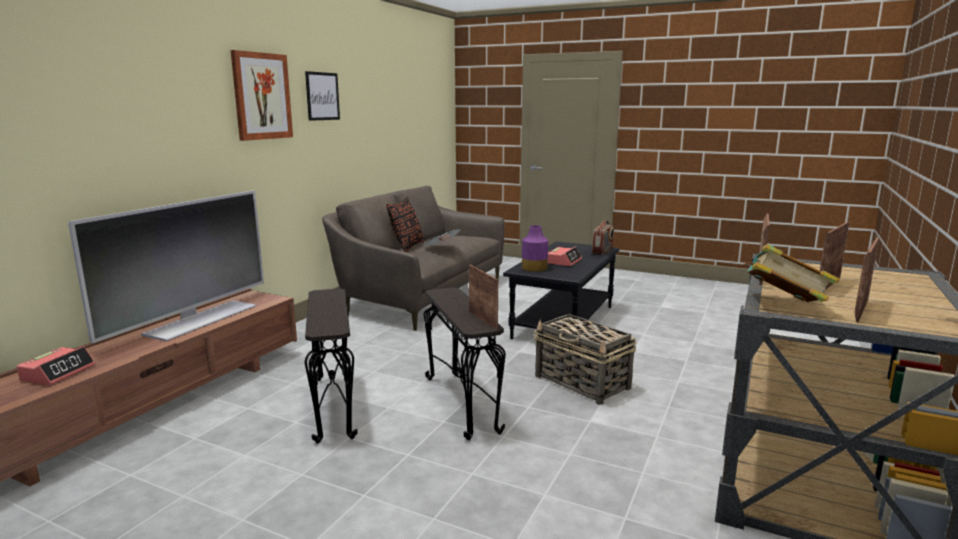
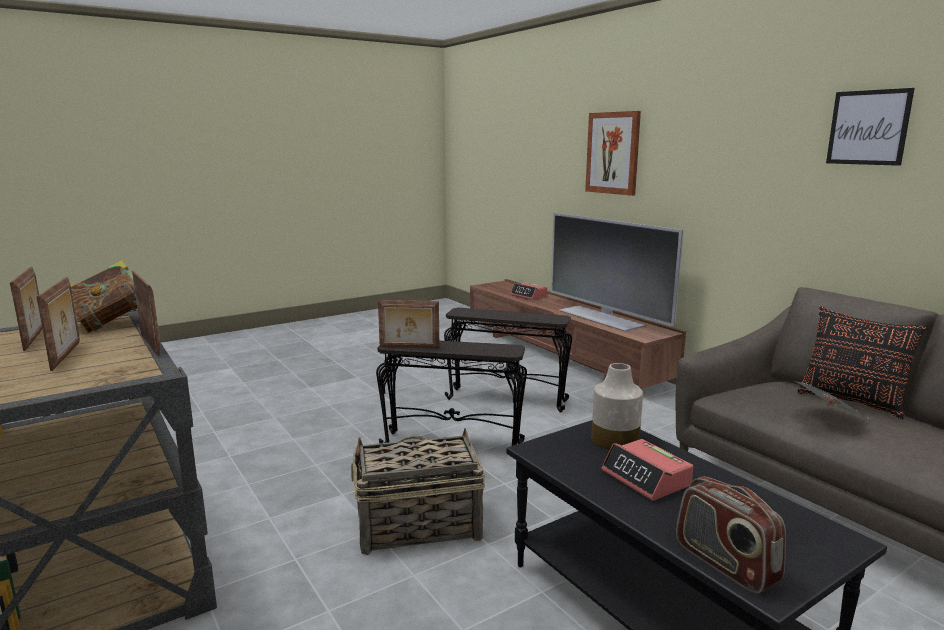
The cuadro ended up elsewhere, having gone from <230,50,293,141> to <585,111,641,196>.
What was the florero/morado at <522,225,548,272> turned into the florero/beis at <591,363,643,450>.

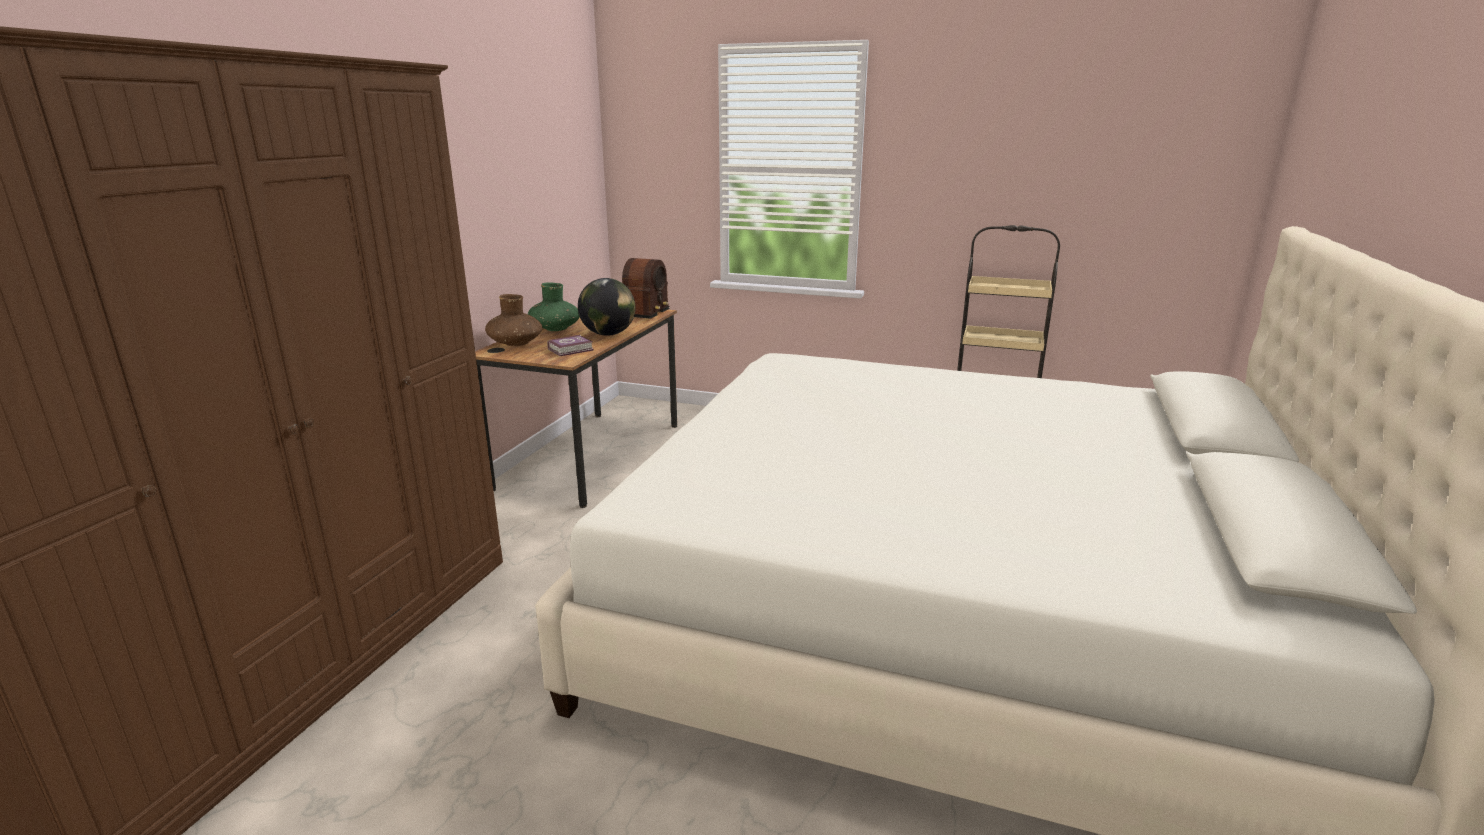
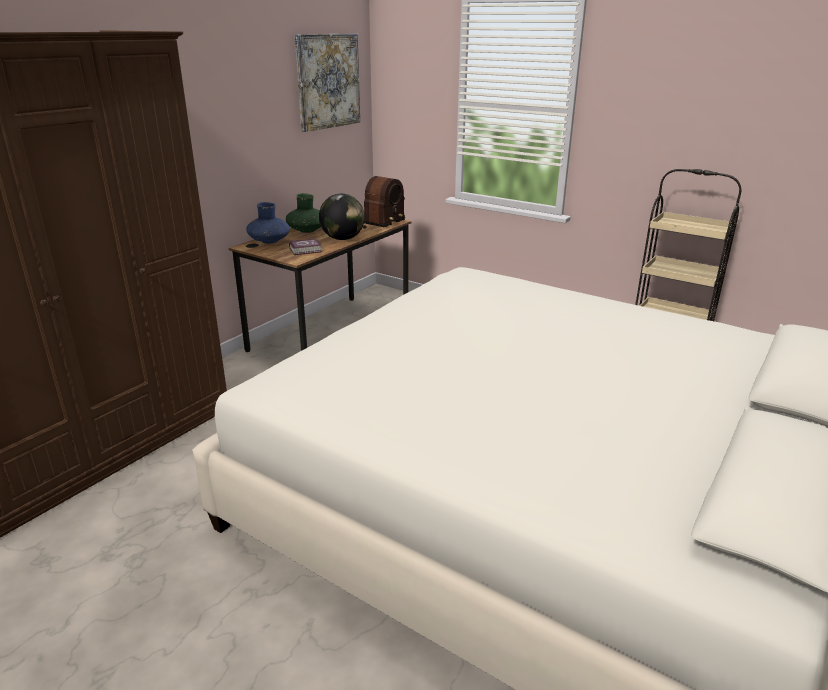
What was the florero/marrón at <485,294,543,346> turned into the florero/azul at <246,202,290,244>.
The second view gained the cuadro at <295,34,360,132>.

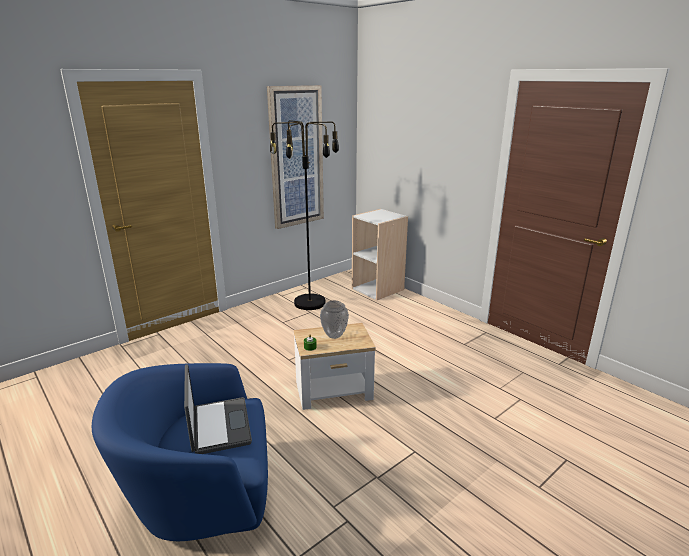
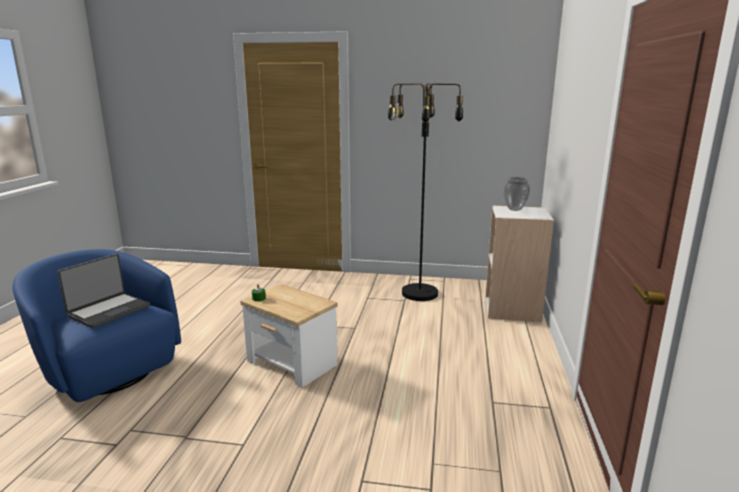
The second view lost the cuadro at <267,85,324,229>.
The florero ended up elsewhere, having gone from <320,301,349,339> to <503,177,530,211>.

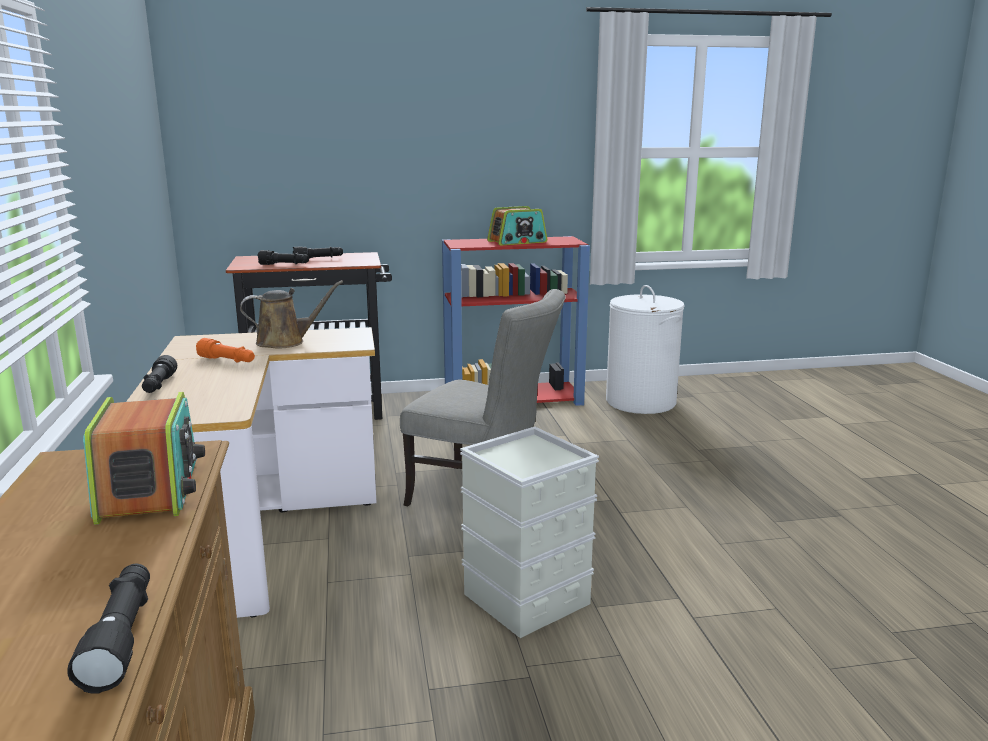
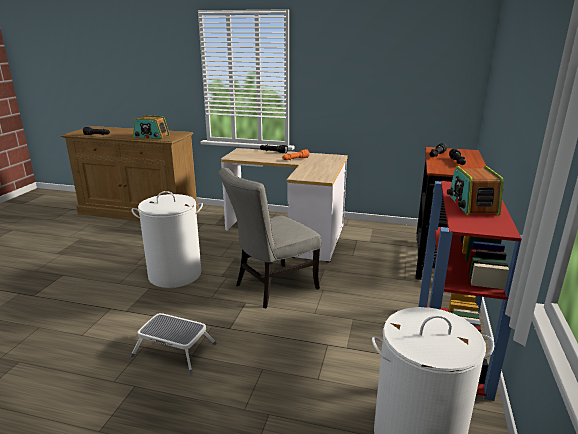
The second view lost the regadera/marrón at <240,280,343,348>.
Where the caja de almacenaje/gris stood at <460,427,599,638>, the cesto de la ropa/blanco came to stand at <131,191,203,288>.
The second view gained the escalera de tijera/gris at <130,313,217,375>.

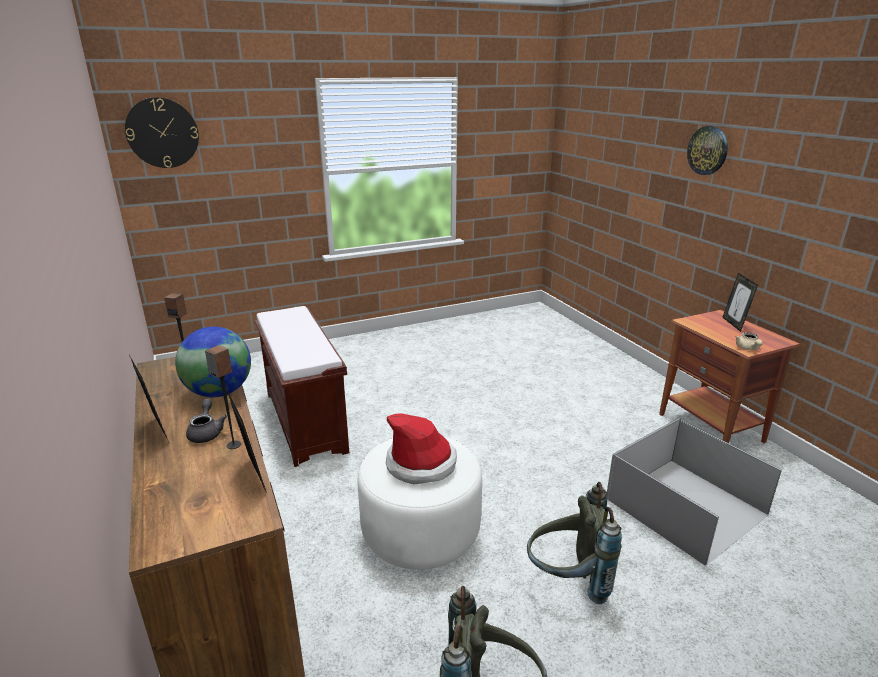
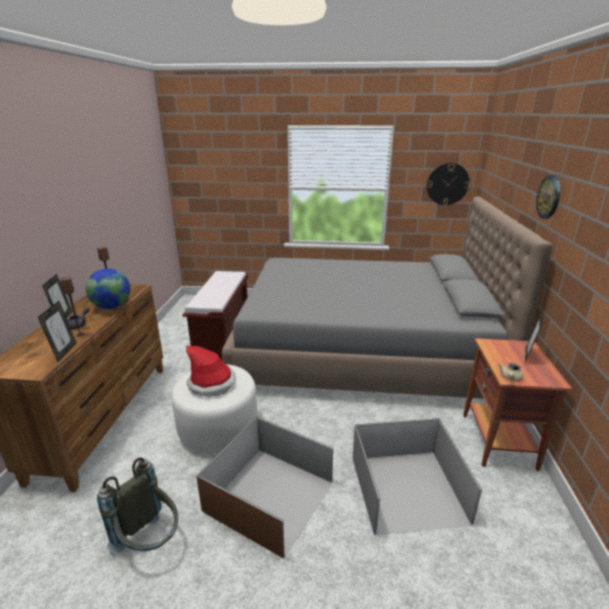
The reloj de pared ended up elsewhere, having gone from <125,97,199,168> to <427,163,469,205>.
Where the mochila/gris stood at <527,482,622,604>, the caja de almacenaje/marrón came to stand at <196,416,333,558>.
The second view gained the cama/gris at <222,196,552,399>.

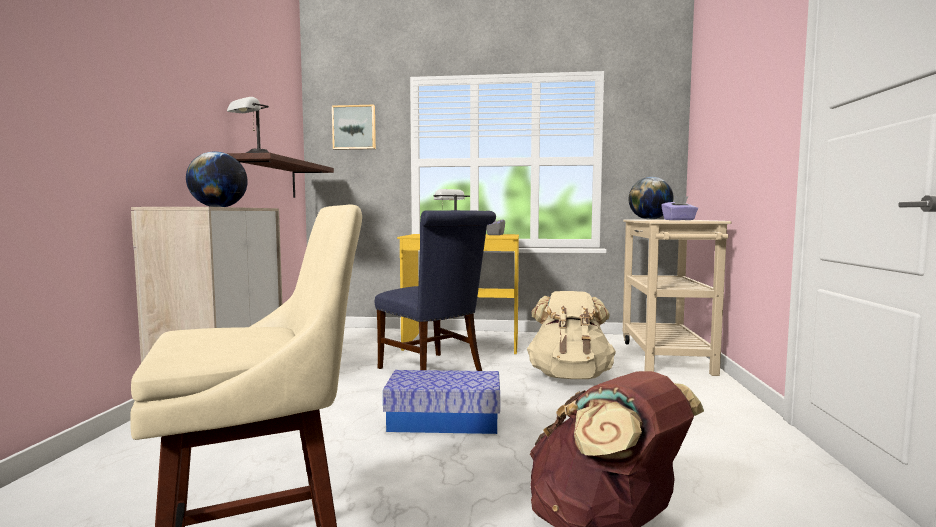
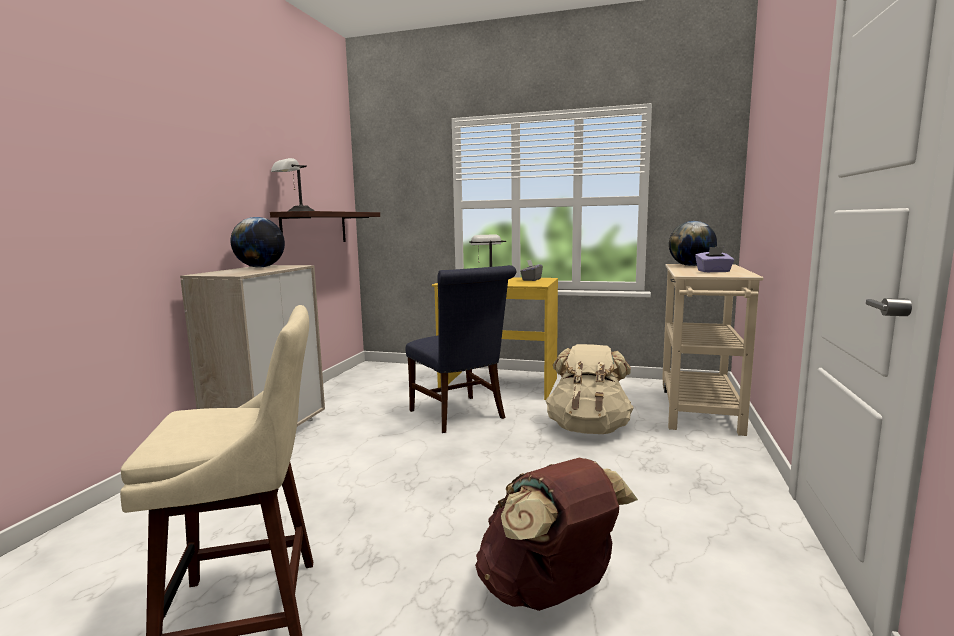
The second view lost the cuadro at <332,105,376,150>.
The second view lost the caja de almacenaje at <383,370,500,434>.

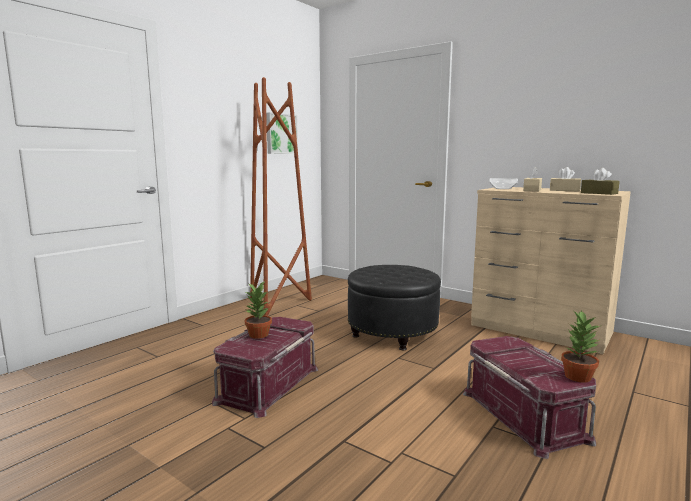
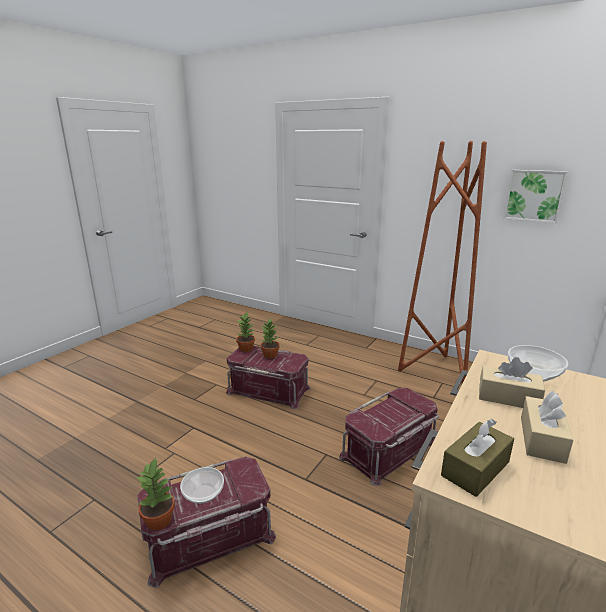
Where the puf/negro stood at <348,265,441,350>, the caja de almacenaje/rojo came to stand at <339,388,439,486>.
The second view gained the cuenco at <180,467,224,504>.
The second view gained the planta en maceta at <236,312,255,352>.

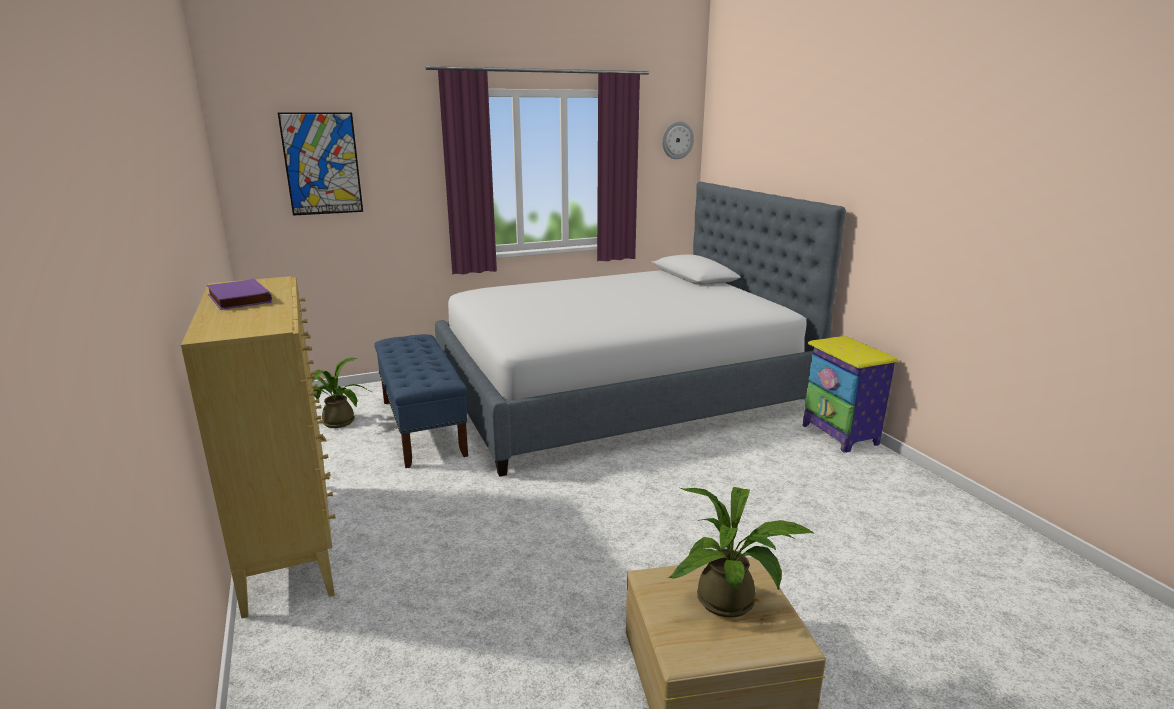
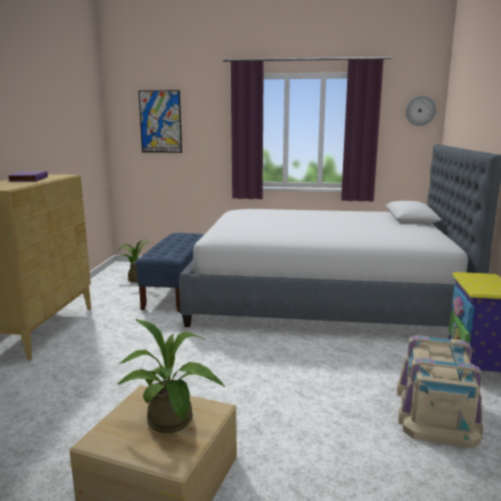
The second view gained the caja de almacenaje/beis at <397,335,483,448>.

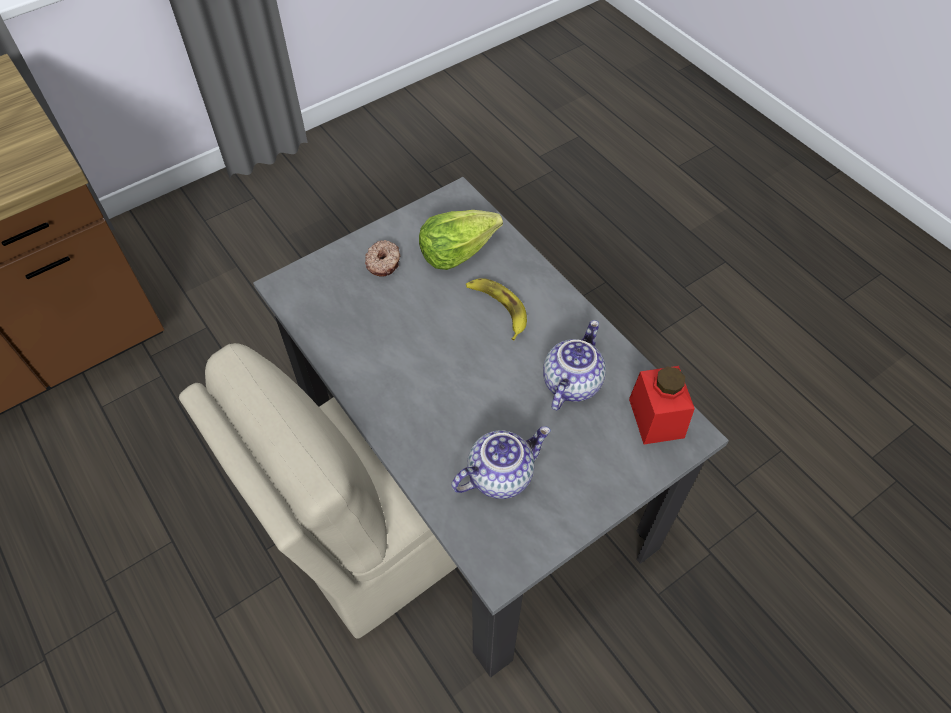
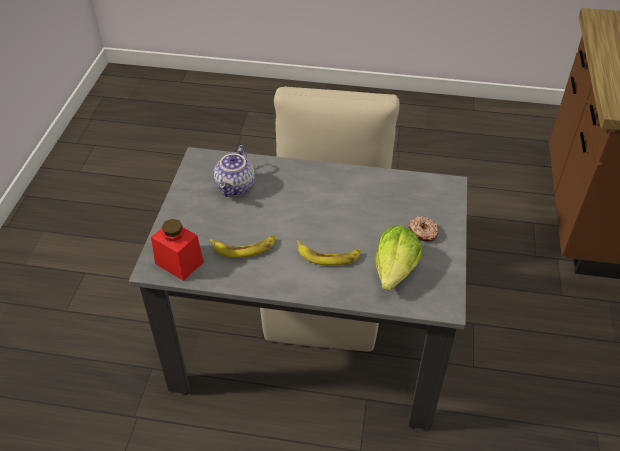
Where the tetera stood at <543,320,606,411>, the plátano came to stand at <210,235,275,258>.

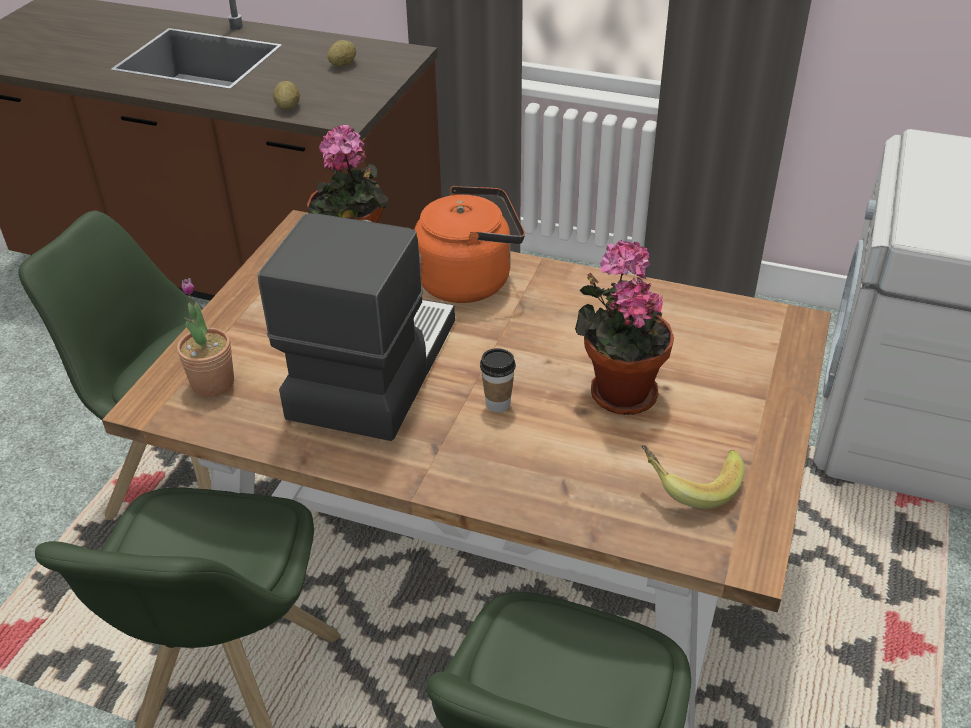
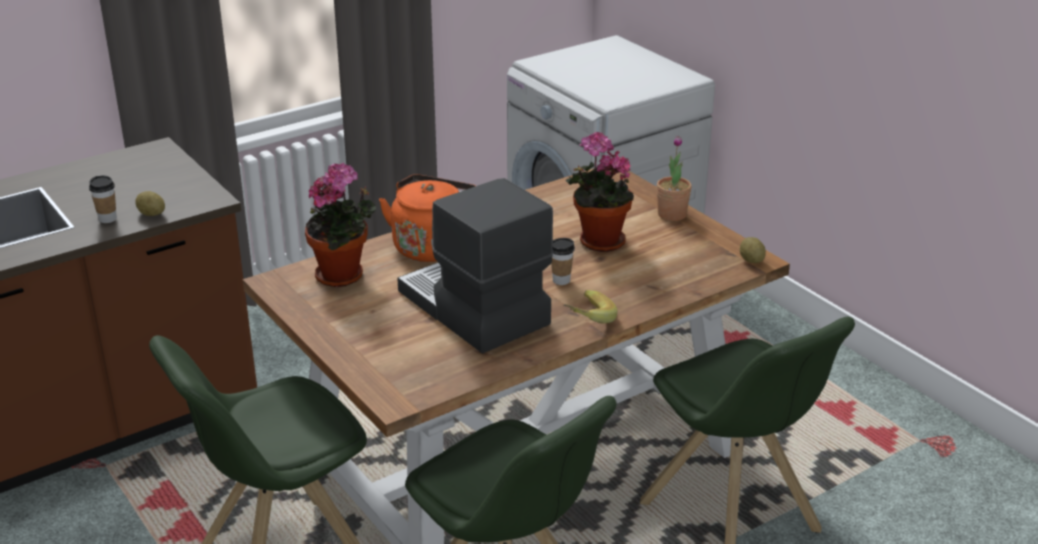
The planta en maceta ended up elsewhere, having gone from <177,278,234,397> to <657,136,692,221>.
The patata ended up elsewhere, having gone from <327,40,356,66> to <740,237,766,263>.
The plátano ended up elsewhere, having gone from <641,445,745,509> to <564,290,617,324>.
The second view gained the taza at <89,175,117,223>.

